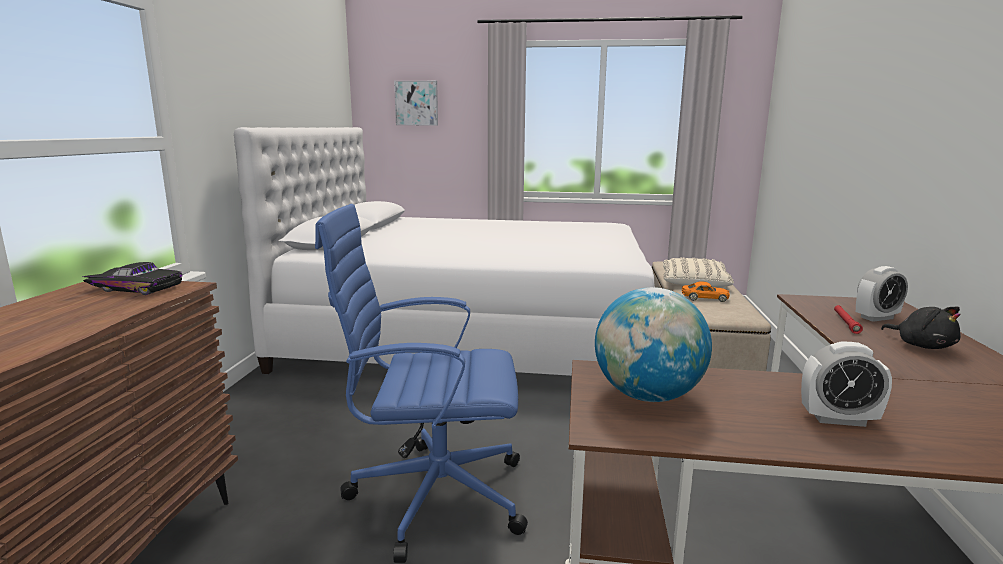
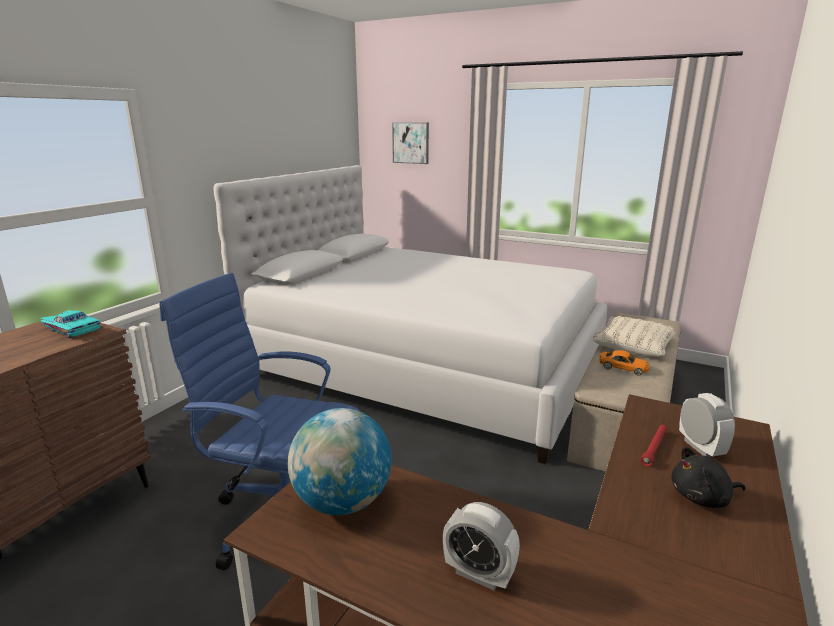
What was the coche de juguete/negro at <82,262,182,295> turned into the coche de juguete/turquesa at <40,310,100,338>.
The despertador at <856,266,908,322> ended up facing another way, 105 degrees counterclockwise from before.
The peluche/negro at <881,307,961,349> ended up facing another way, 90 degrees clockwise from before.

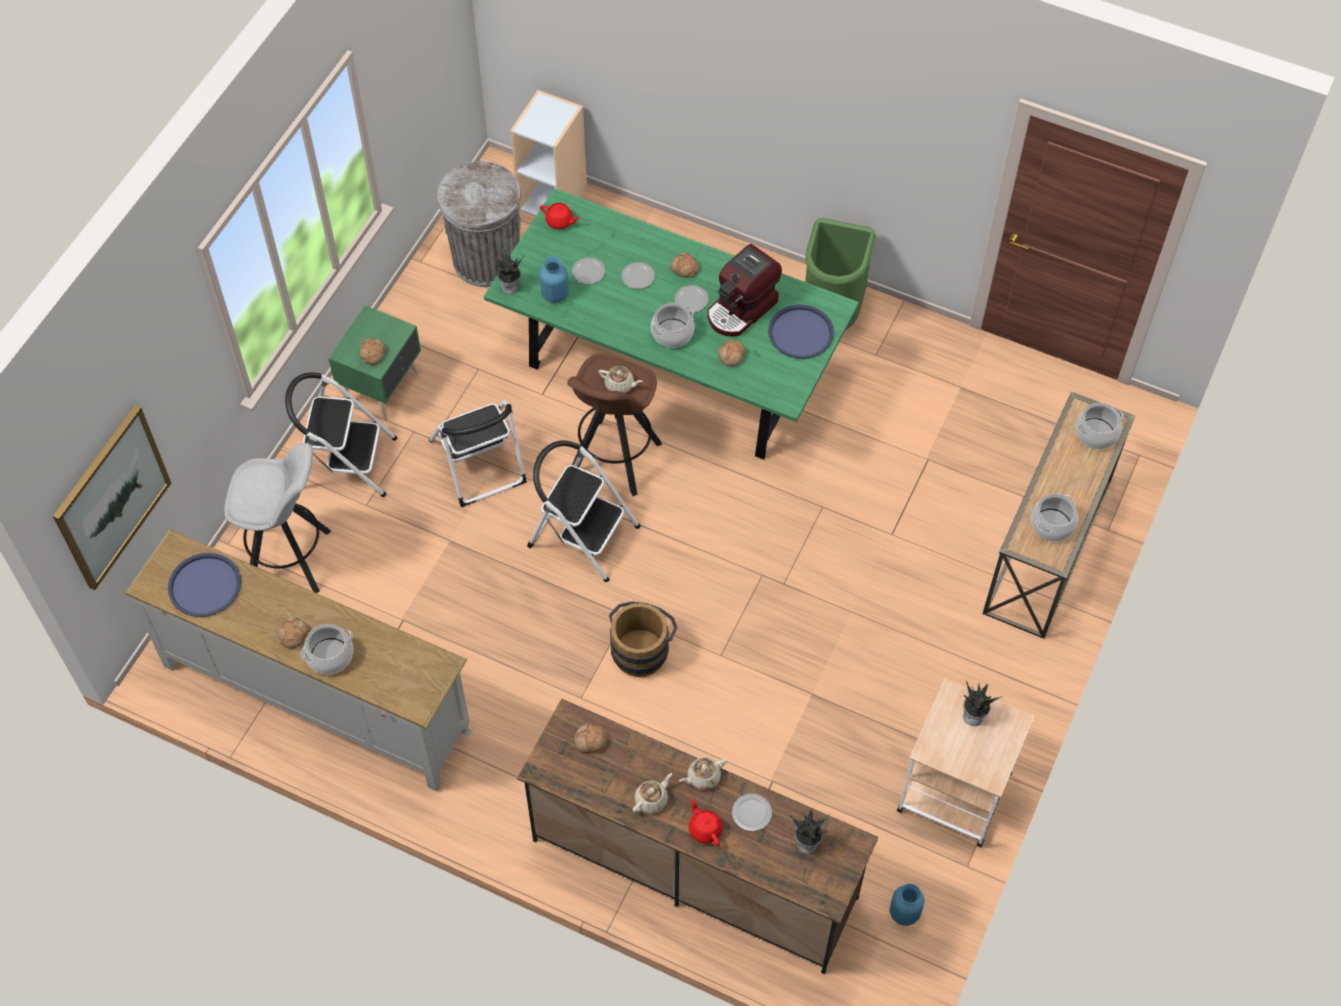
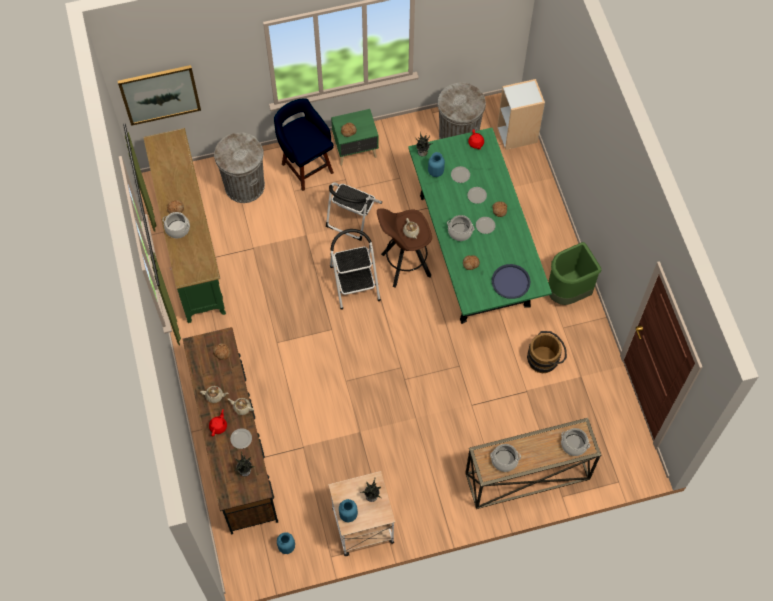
What was the armario/gris at <125,529,472,791> turned into the armario/verde at <143,128,226,323>.
The second view lost the bandeja/azul at <168,553,241,617>.
Where the taburete/gris stood at <224,443,331,593>, the papelera/gris came to stand at <214,133,265,203>.
Where the escalera de tijera stood at <285,372,397,497>, the taburete/azul came to stand at <274,99,334,191>.
The cubo/marrón ended up elsewhere, having gone from <609,602,677,677> to <527,331,567,373>.
The second view lost the cafetera at <708,244,782,337>.
The second view gained the florero/azul at <339,499,358,522>.

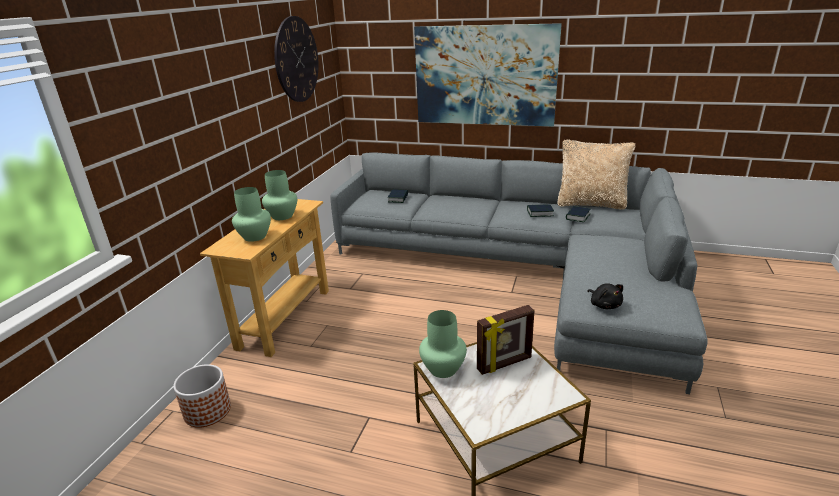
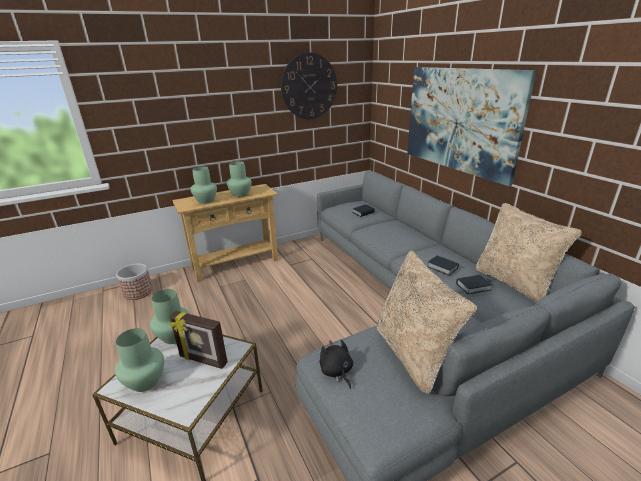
The peluche/negro at <587,283,623,309> ended up facing another way, 135 degrees clockwise from before.
The second view gained the florero/verde at <115,328,164,392>.
The second view gained the cojín/beis at <377,251,477,394>.

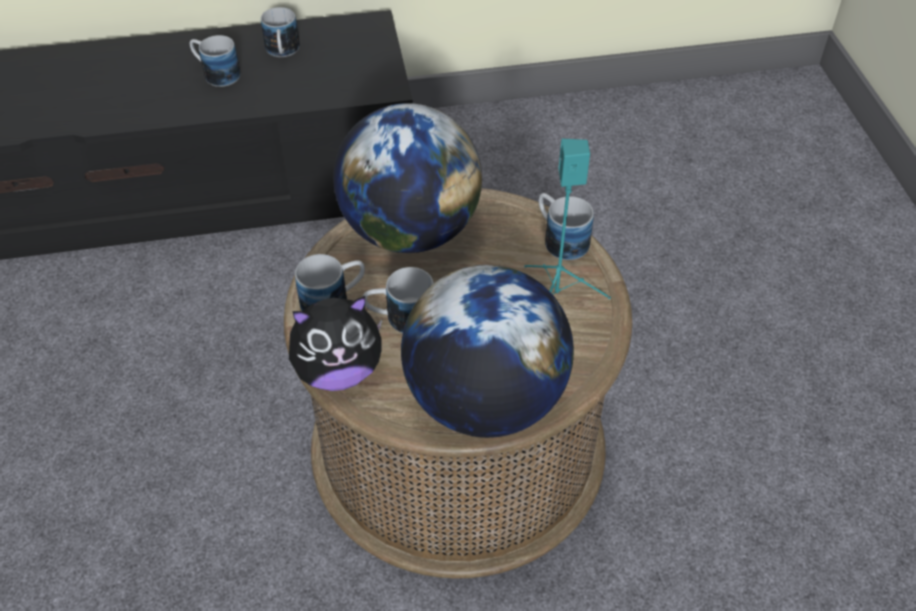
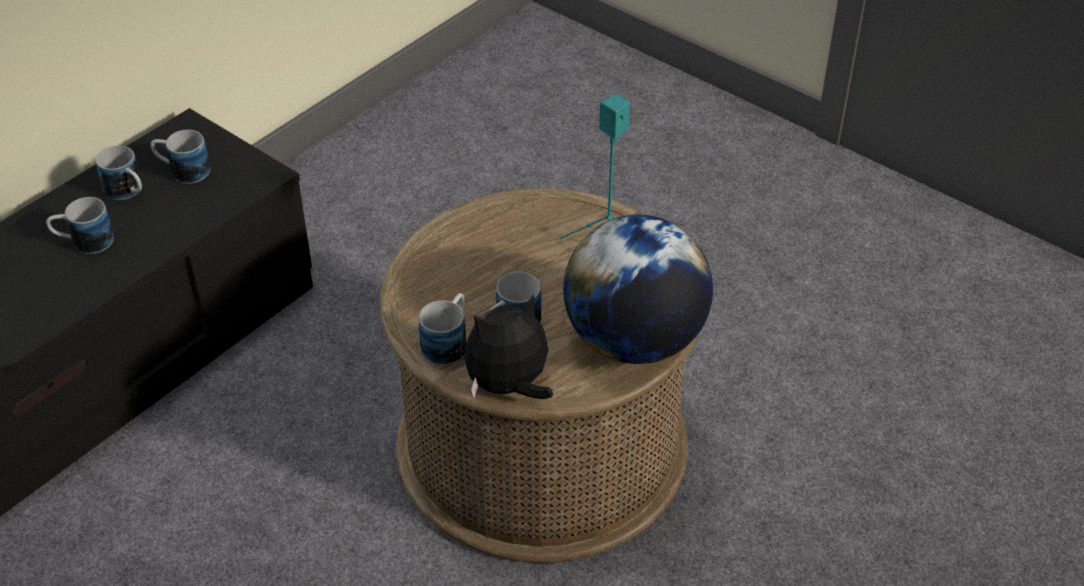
The peluche at <289,296,383,391> ended up facing another way, 150 degrees counterclockwise from before.
The second view lost the globo terráqueo at <333,103,482,253>.
The taza grande ended up elsewhere, having gone from <539,193,594,260> to <151,130,210,184>.

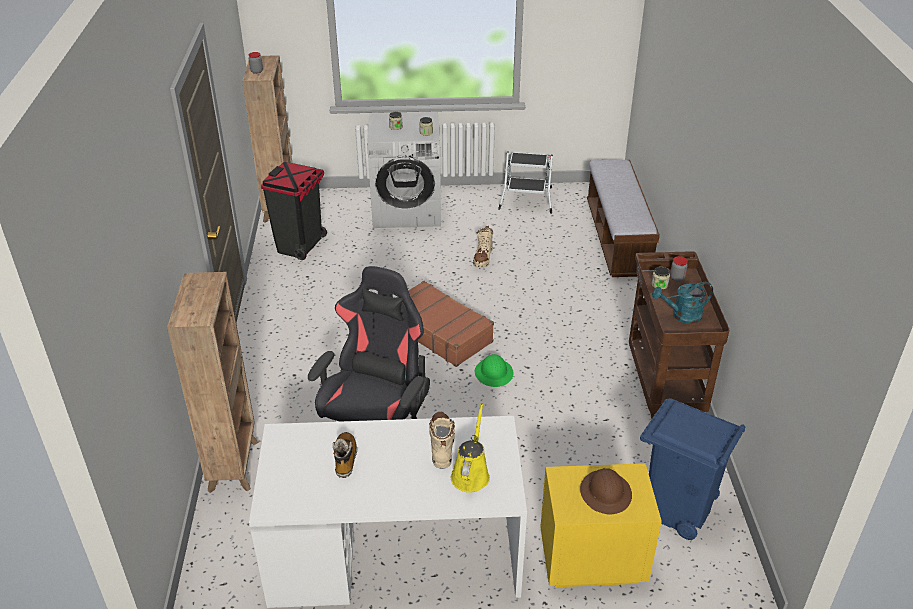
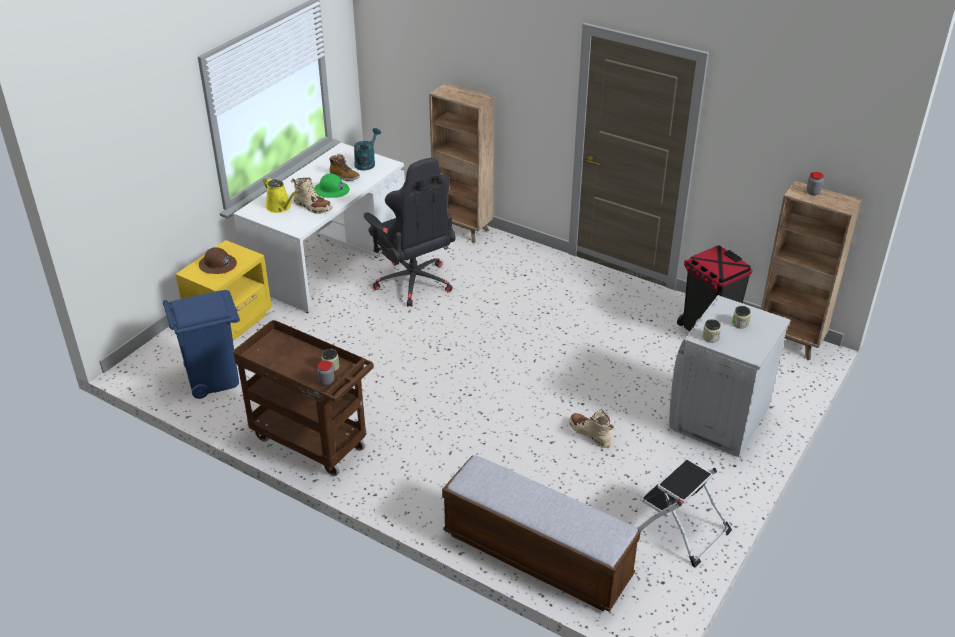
The second view lost the maleta/marrón at <396,281,494,367>.
The casco/verde ended up elsewhere, having gone from <475,354,513,387> to <314,174,350,198>.
The regadera/turquesa ended up elsewhere, having gone from <652,282,713,324> to <354,128,381,170>.

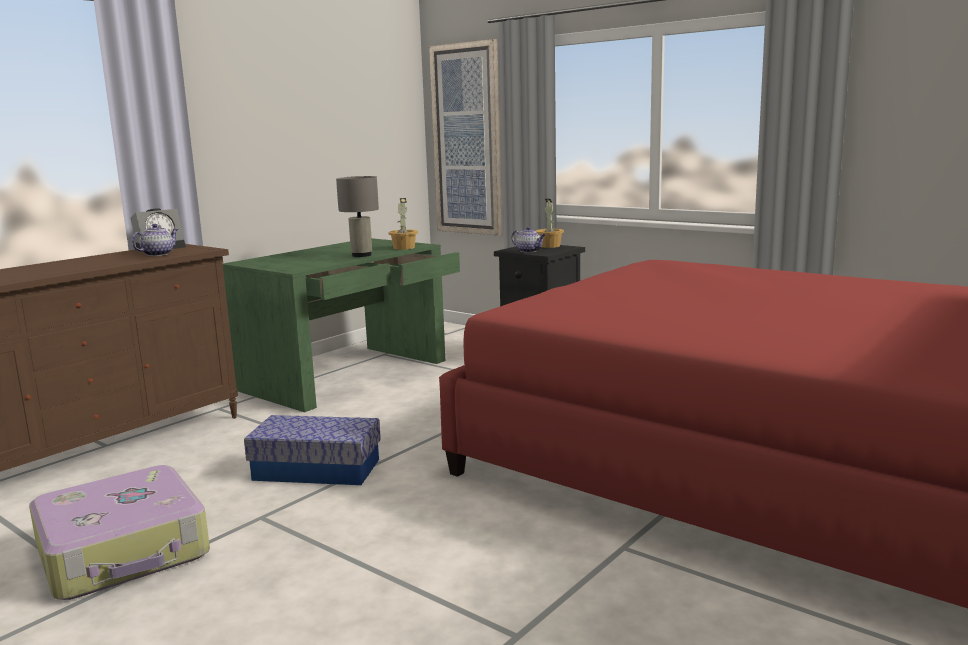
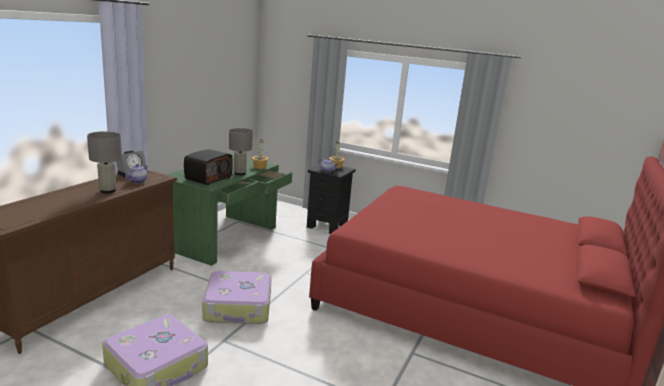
Where the caja de almacenaje stood at <244,415,381,485>, the maleta came to stand at <202,271,272,324>.
The second view lost the cuadro at <429,39,502,236>.
The second view gained the lámpara de mesa/gris at <87,131,122,193>.
The second view gained the radio at <184,149,233,185>.

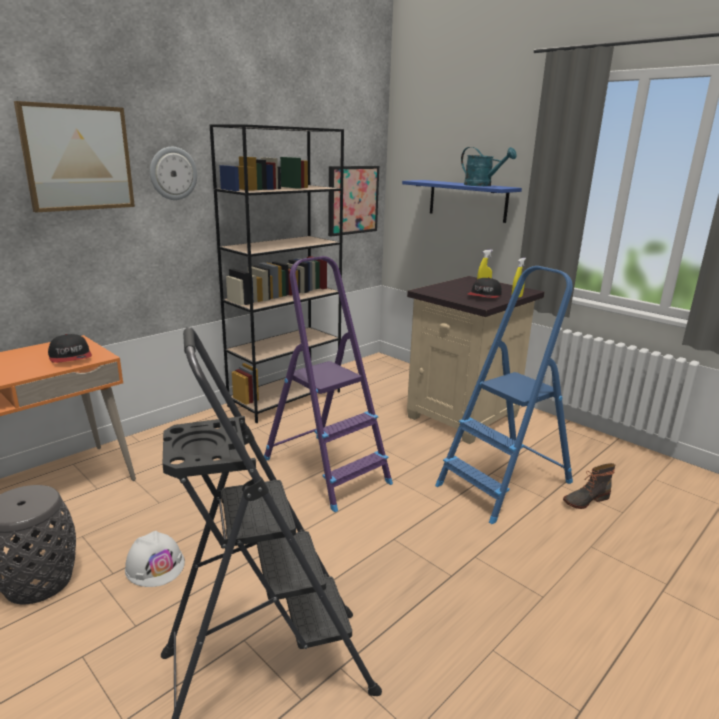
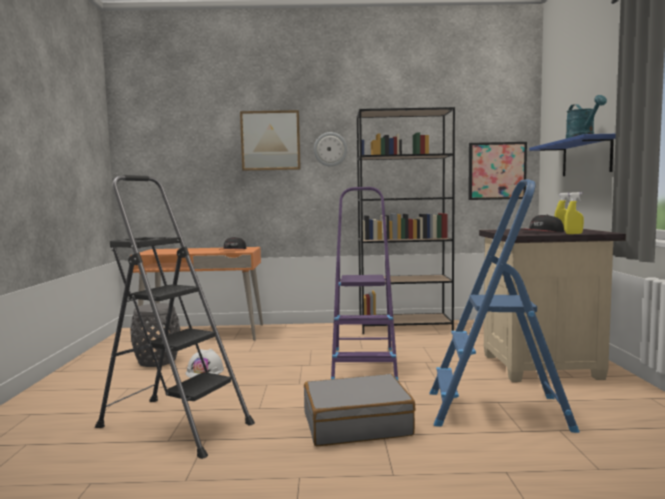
The second view lost the bota at <563,463,616,509>.
The second view gained the maleta/gris at <304,374,415,446>.

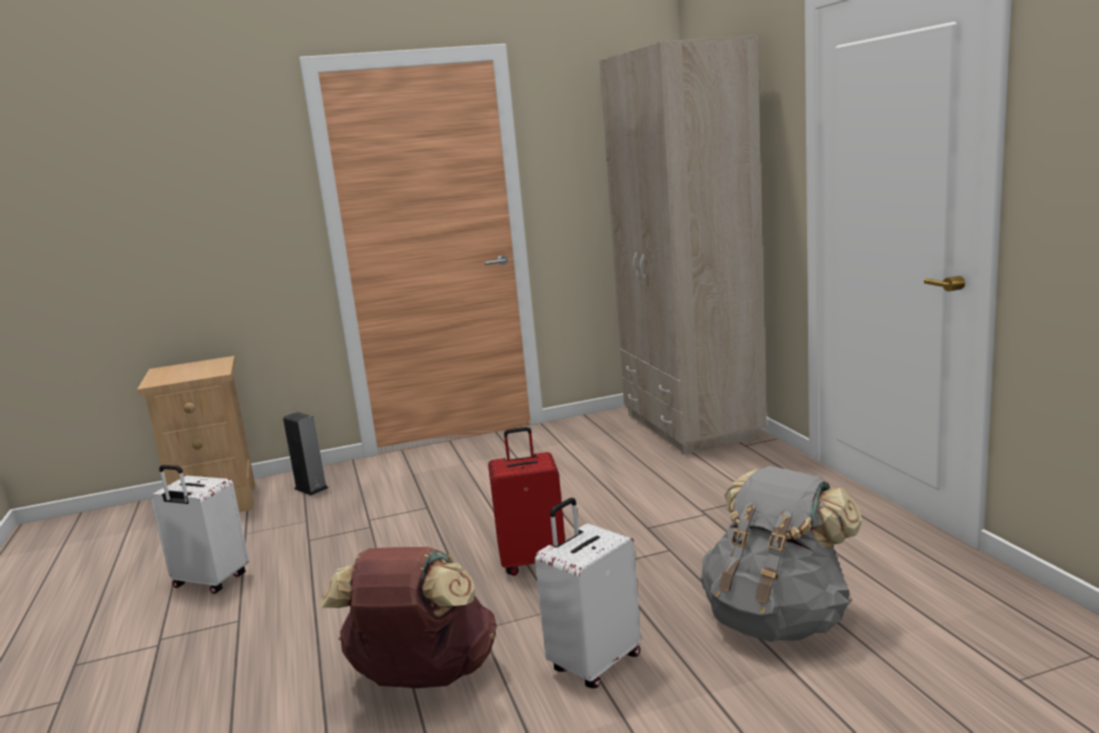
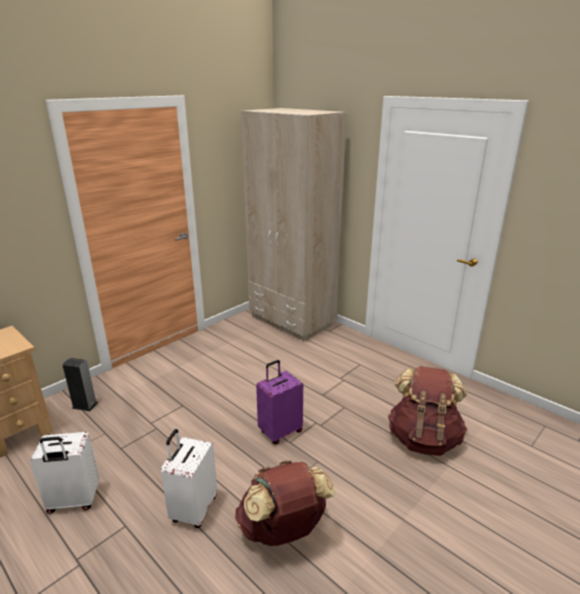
What was the maleta/rojo at <488,427,565,576> turned into the maleta/morado at <256,360,303,444>.
The maleta/blanco ended up elsewhere, having gone from <535,498,641,688> to <161,429,217,528>.
What was the mochila/gris at <701,466,862,642> turned into the mochila/marrón at <388,366,467,456>.

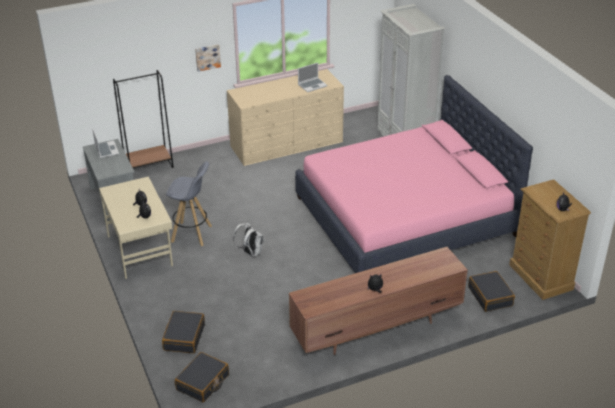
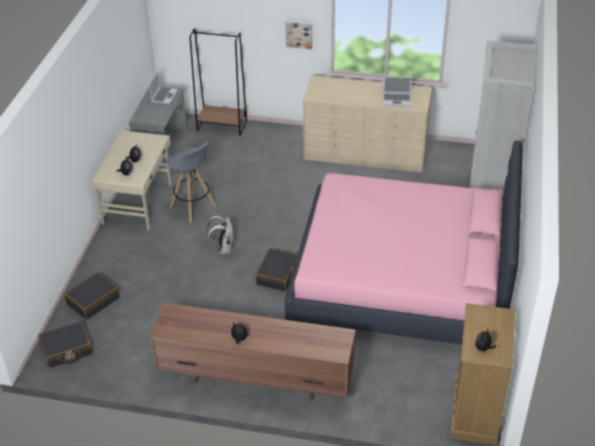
The maleta/negro ended up elsewhere, having gone from <468,271,515,312> to <255,248,298,291>.

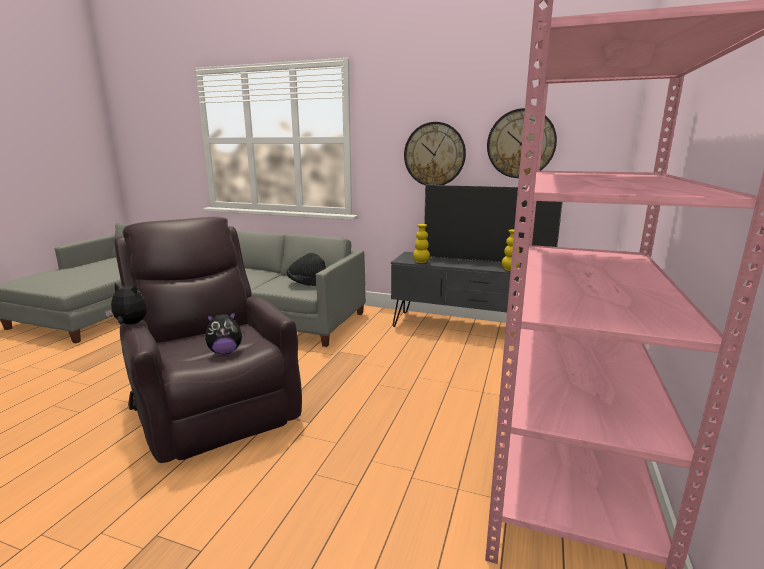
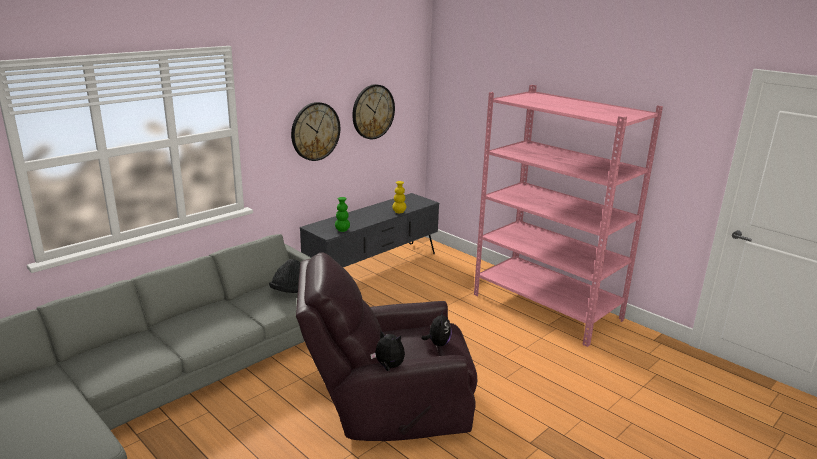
The peluche at <105,283,147,325> ended up facing another way, 75 degrees clockwise from before.
What was the florero/amarillo at <413,224,430,263> turned into the florero/verde at <335,197,350,232>.
The second view lost the televisor at <424,185,563,264>.

